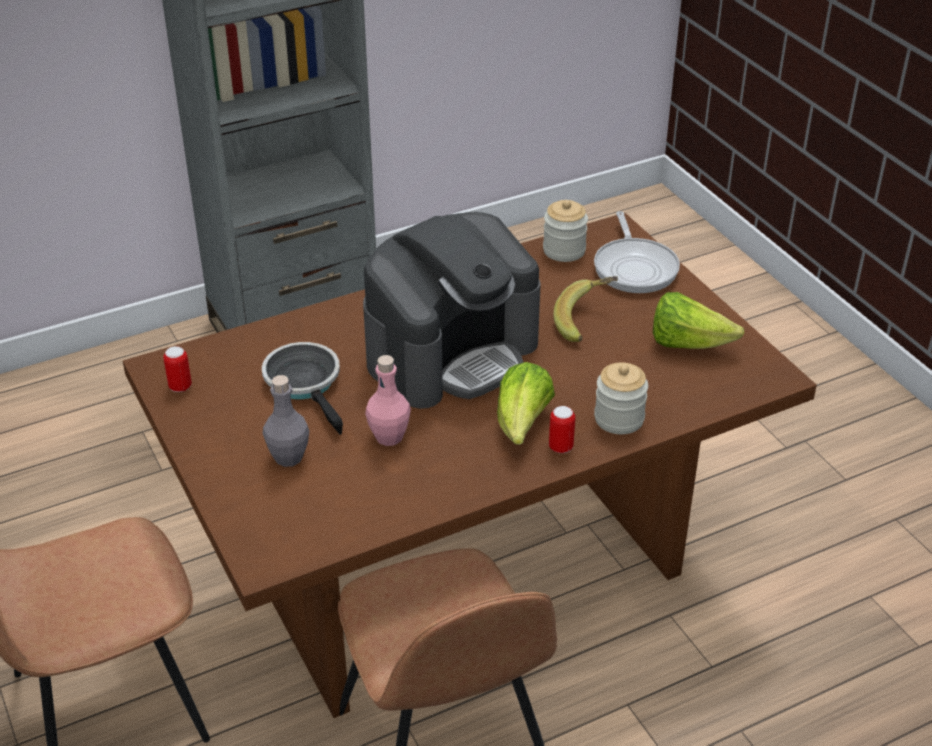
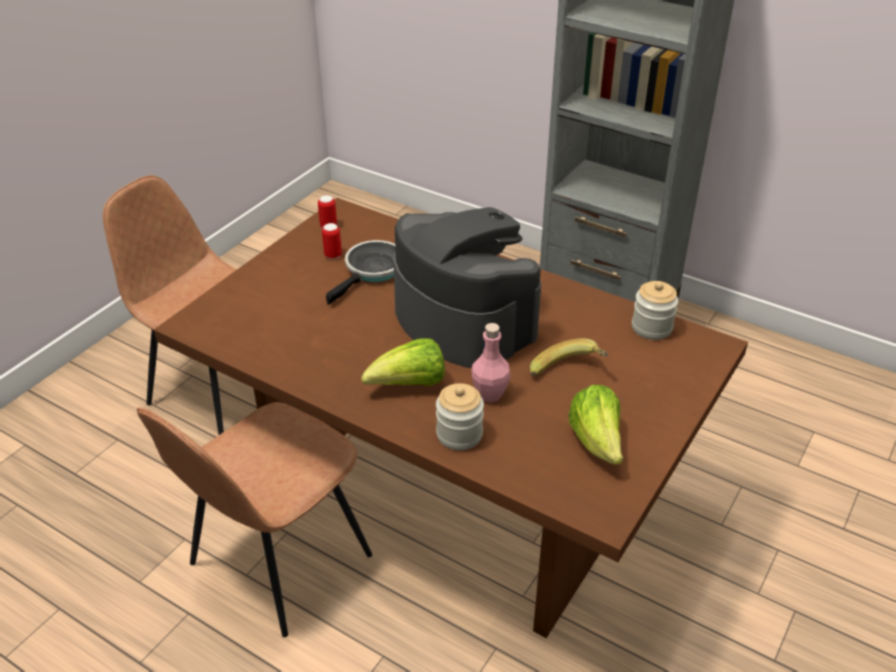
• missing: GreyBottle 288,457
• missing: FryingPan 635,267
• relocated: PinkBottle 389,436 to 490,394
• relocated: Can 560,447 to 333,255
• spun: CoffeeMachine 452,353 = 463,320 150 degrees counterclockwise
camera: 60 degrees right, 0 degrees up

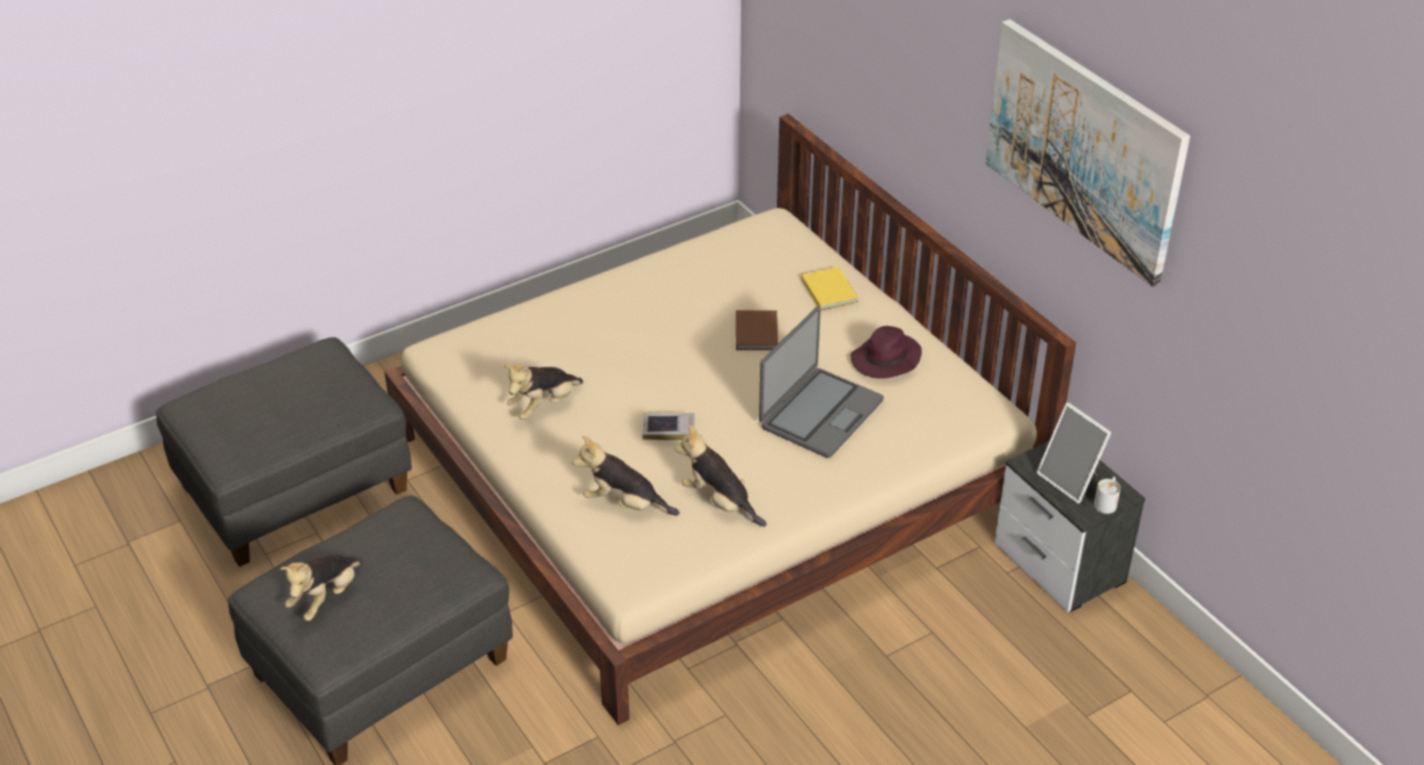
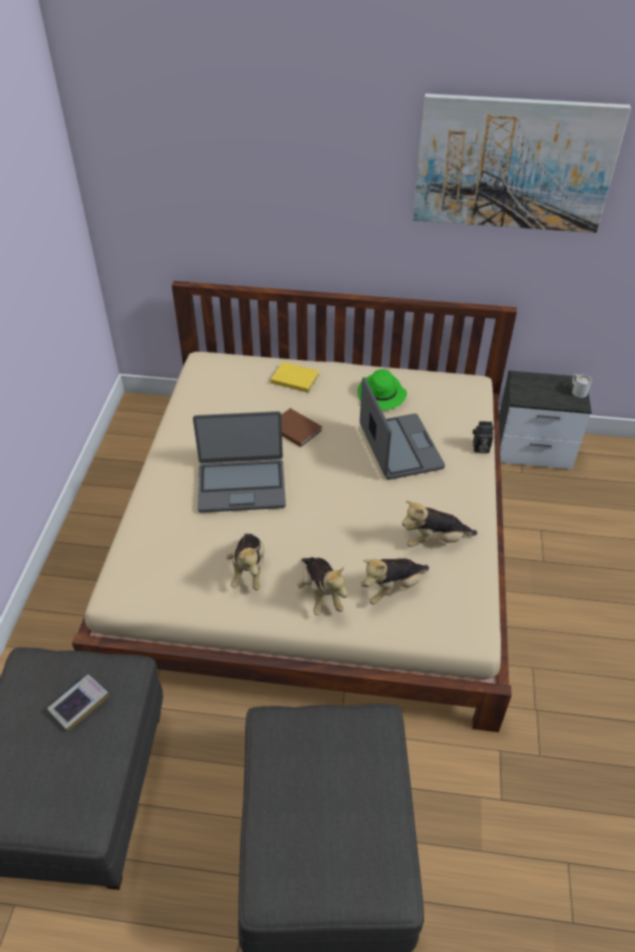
• missing: PictureFrame 1071,480
• appeared: Laptop 241,485
• appeared: PhotoCamera 480,448
• relocated: PlushToy 326,598 to 321,594
• relocated: Book 668,429 to 79,704
• colour: PurpleHat 885,361 to GreenHat 382,395
camera: 50 degrees left, 5 degrees up

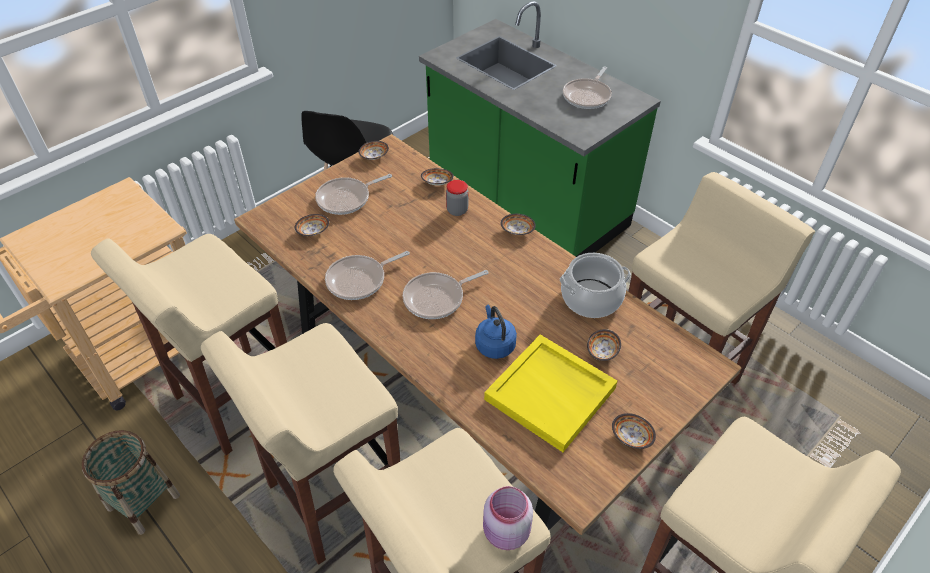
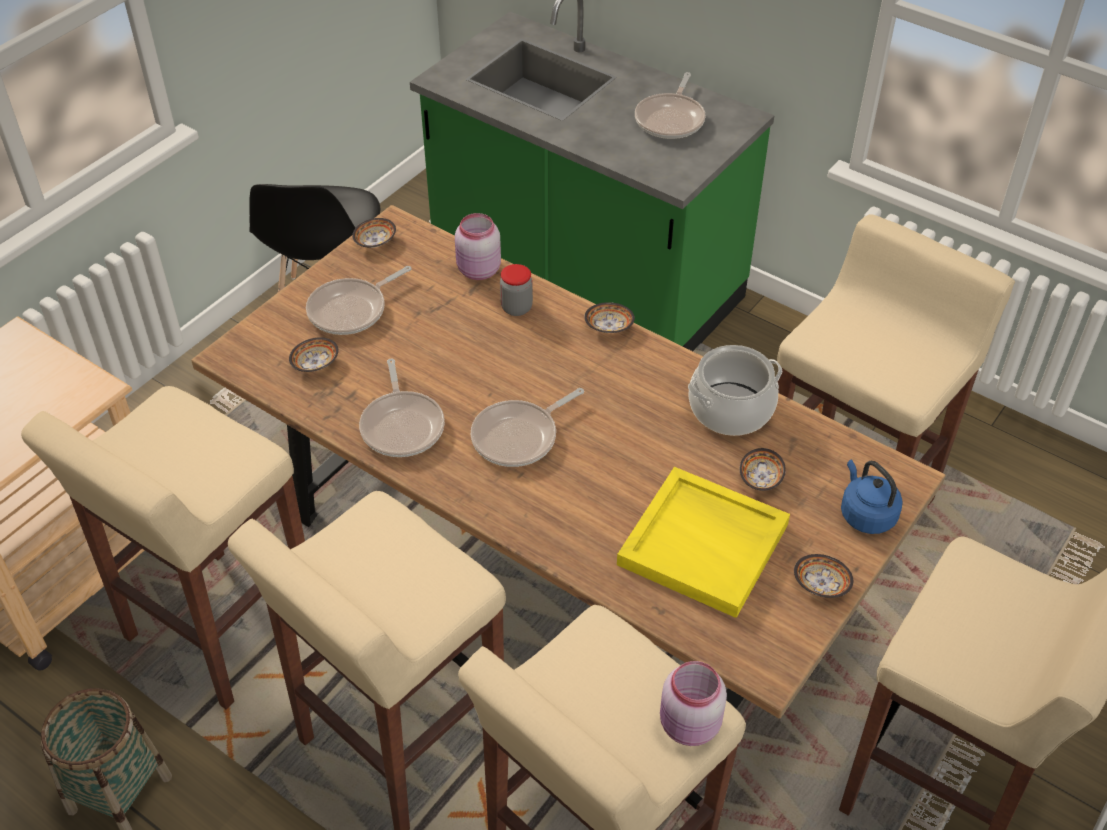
• relocated: BlueKettle 494,344 to 865,514
• exchanged: Bowl 437,183 to PinkJar 478,271
• spun: FryingPan 359,280 = 402,425 60 degrees counterclockwise
camera: 10 degrees left, 0 degrees up

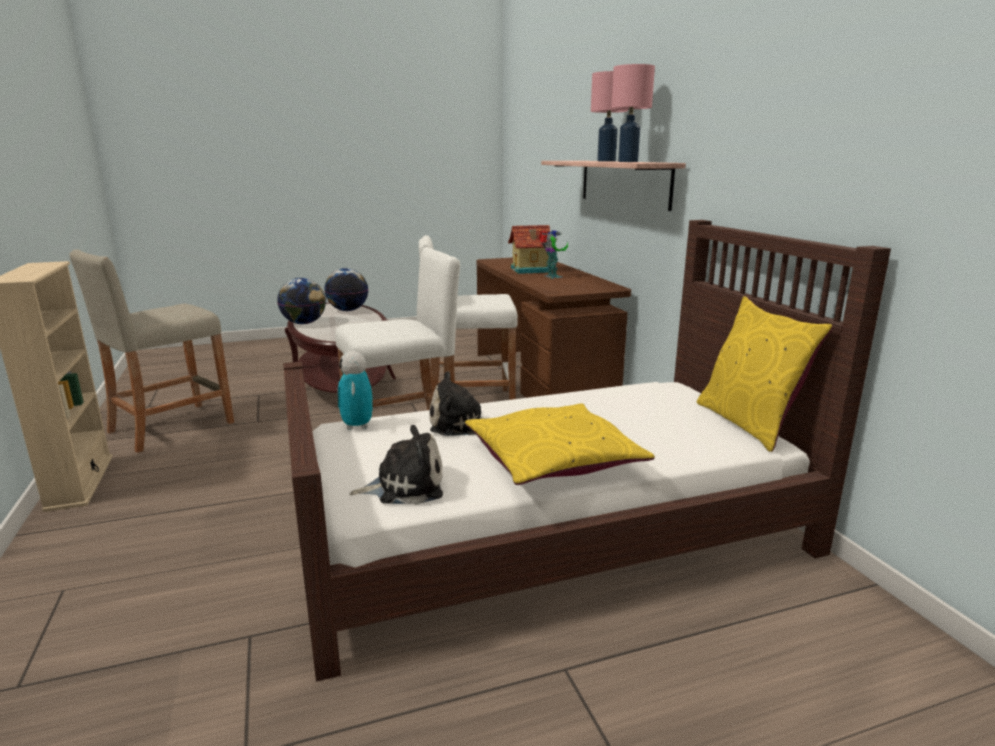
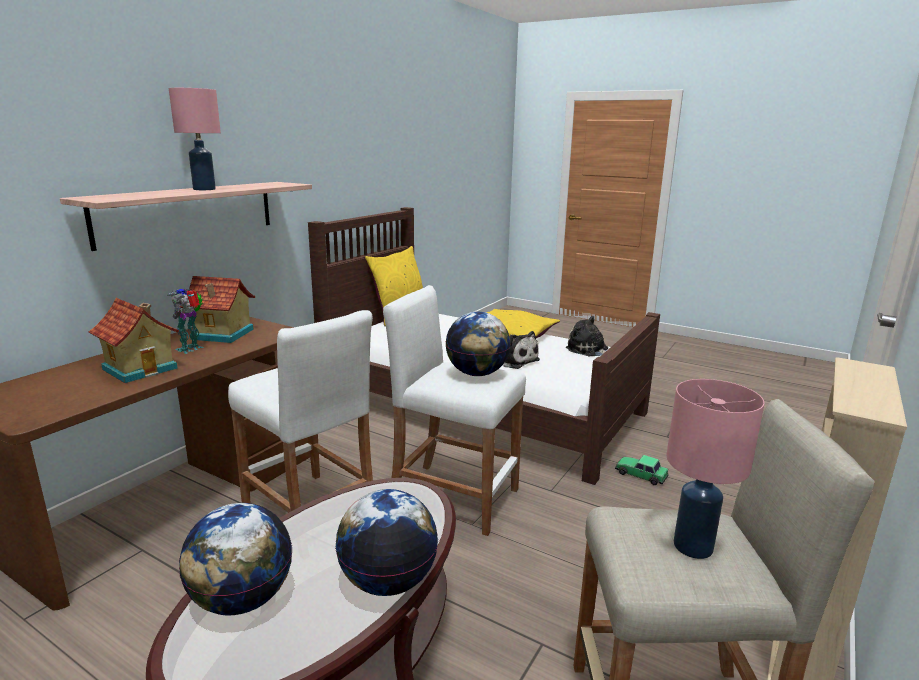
• missing: ToyRobot 357,426
• appeared: ToyHouse 222,334
• appeared: Globe 476,374
• appeared: ToyCar 640,475
• relocated: PinkTableLamp 627,162 to 692,547
camera: 130 degrees left, 0 degrees up

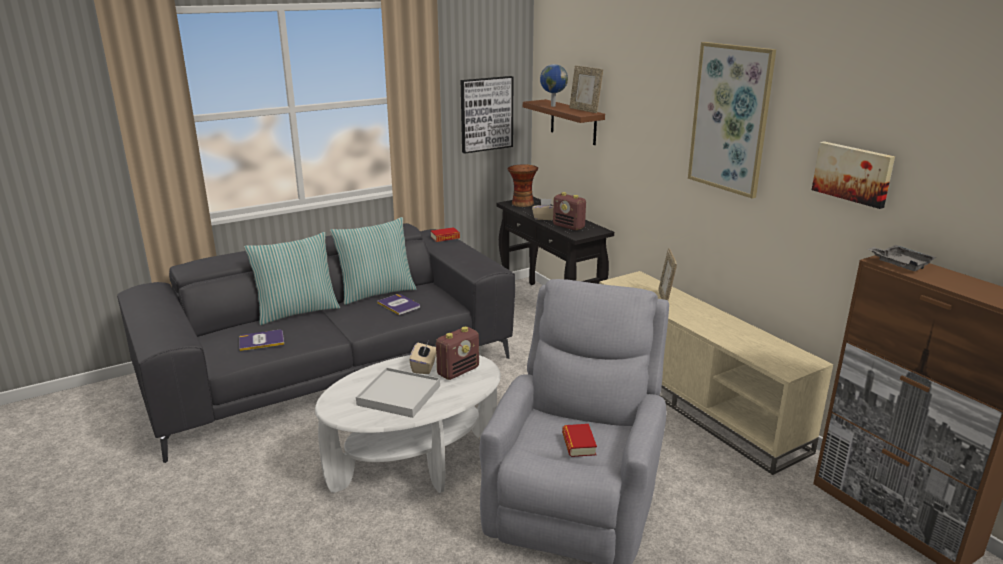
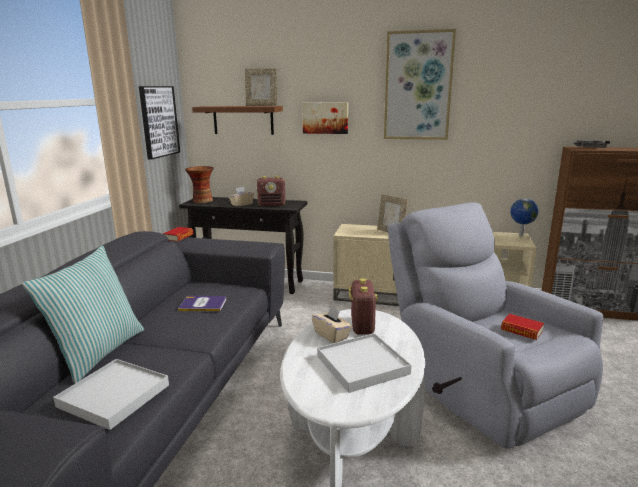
• missing: Pillow 376,292
• relocated: Globe 552,106 to 520,235
• relocated: Picture 853,173 to 325,118
• exchanged: Book 261,341 to WhiteTray 113,396
camera: 45 degrees left, 5 degrees down

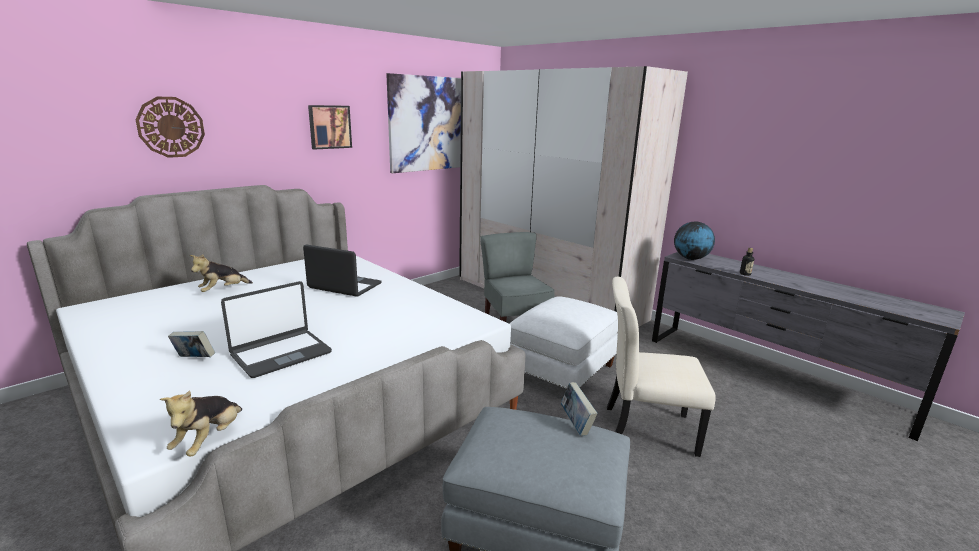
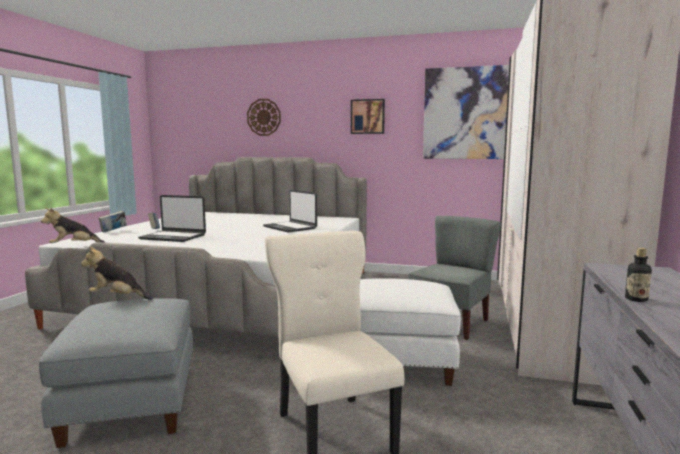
• missing: Globe 690,258
• relocated: PlushToy 223,290 to 118,298
• relocated: Book 576,424 to 113,231
• spun: Laptop 344,286 = 290,227 150 degrees clockwise
camera: 60 degrees right, 10 degrees down

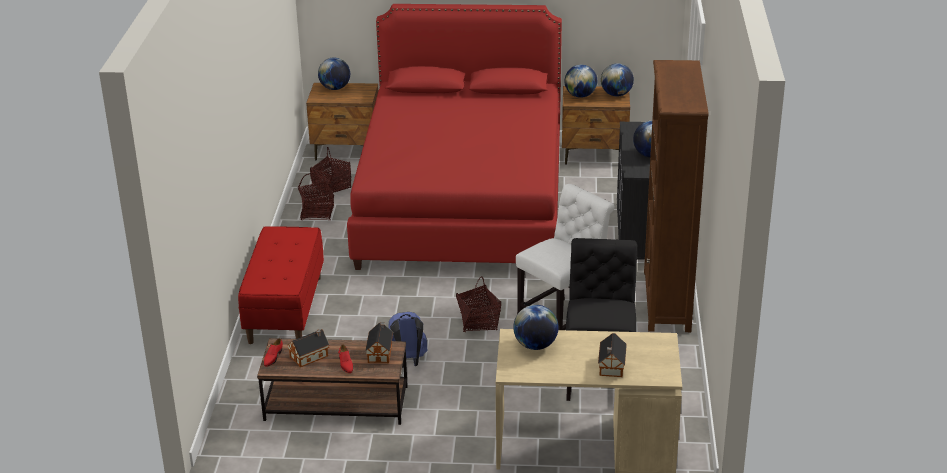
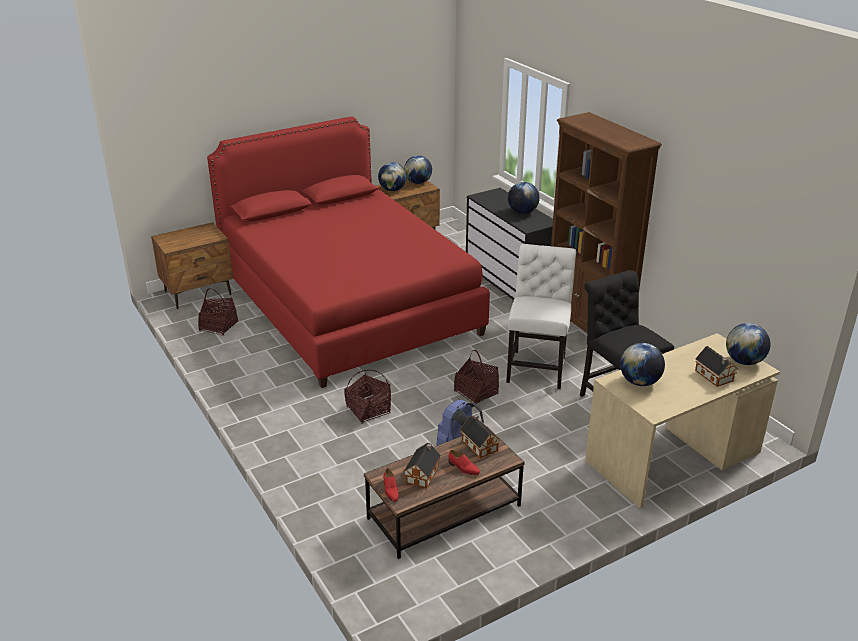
• missing: RedBench 285,309
• relocated: Basket 317,213 to 368,410
• relocated: Globe 335,88 to 744,361
camera: 35 degrees left, 0 degrees up

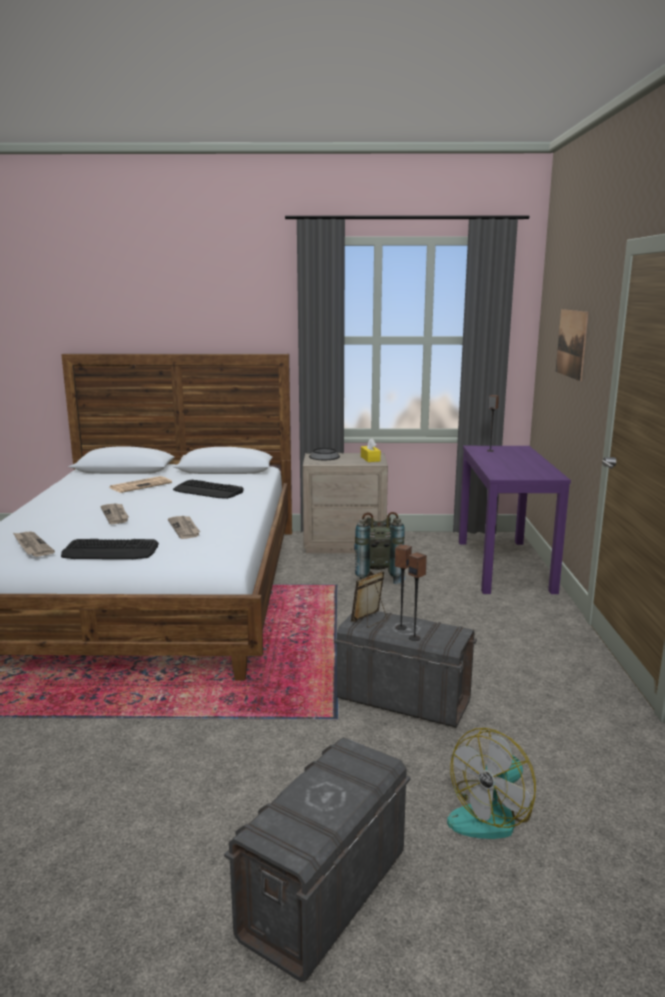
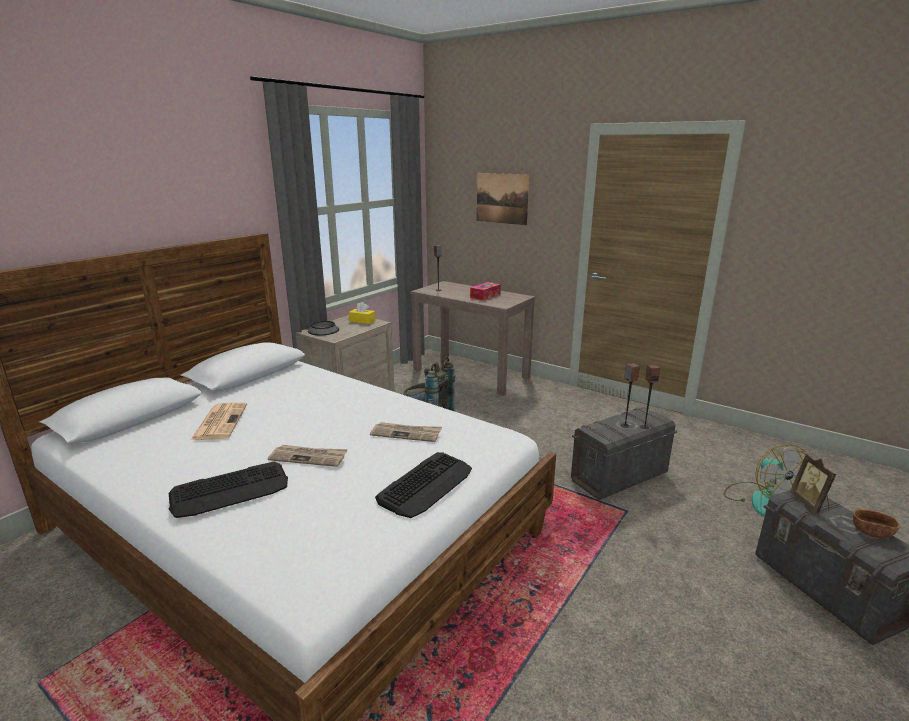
• missing: Newspaper 32,546
• appeared: TissueBox 485,295
• appeared: BrownBowl 871,532
• relocated: Keyboard 208,491 to 230,490
• relocated: PictureFrame 370,620 to 810,504
• colour: PurpleConsoleTable 504,565 to BrownConsoleTable 471,373
camera: 55 degrees left, 5 degrees up

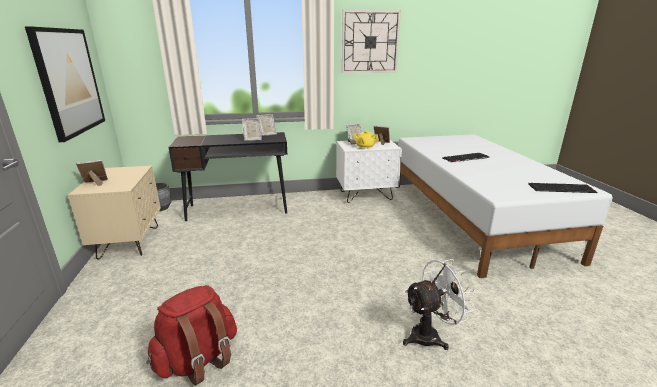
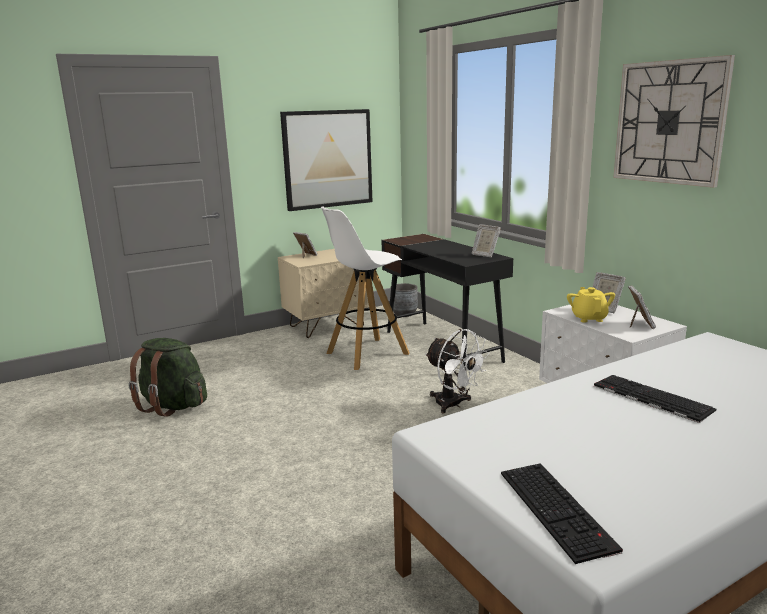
• missing: PictureFrame 252,139
• appeared: WhiteStool 366,353
• relocated: WhiteFan 431,335 to 453,405
• colour: RedBackpack 198,360 to GreenBackpack 172,406
camera: 70 degrees right, 5 degrees down

